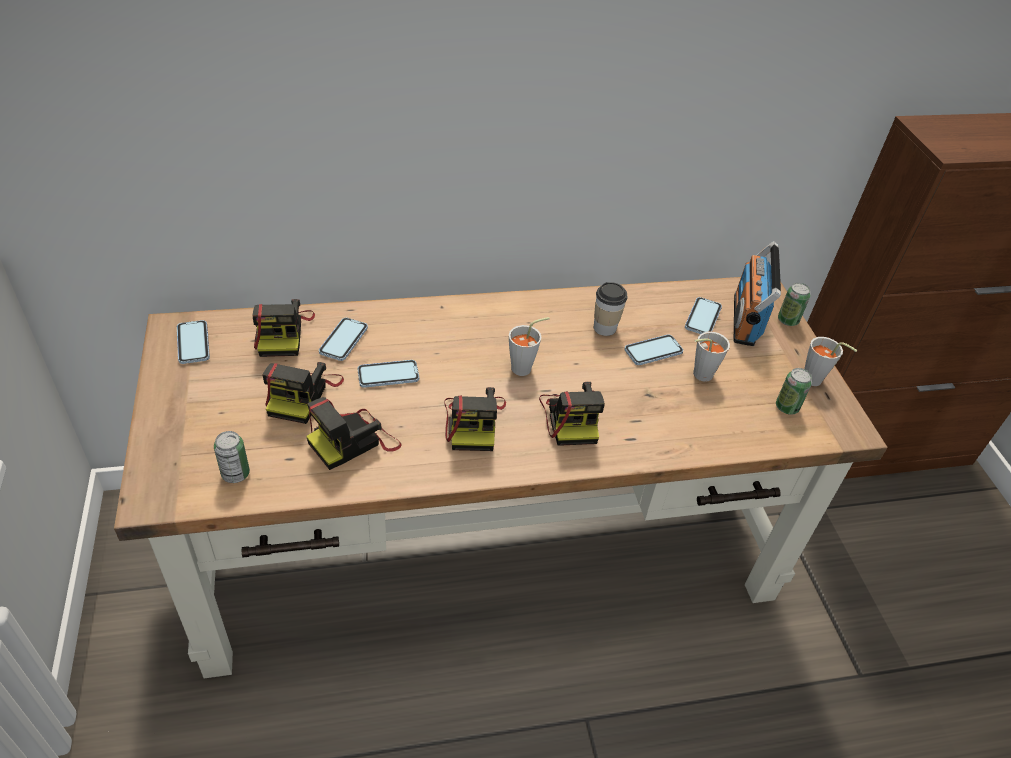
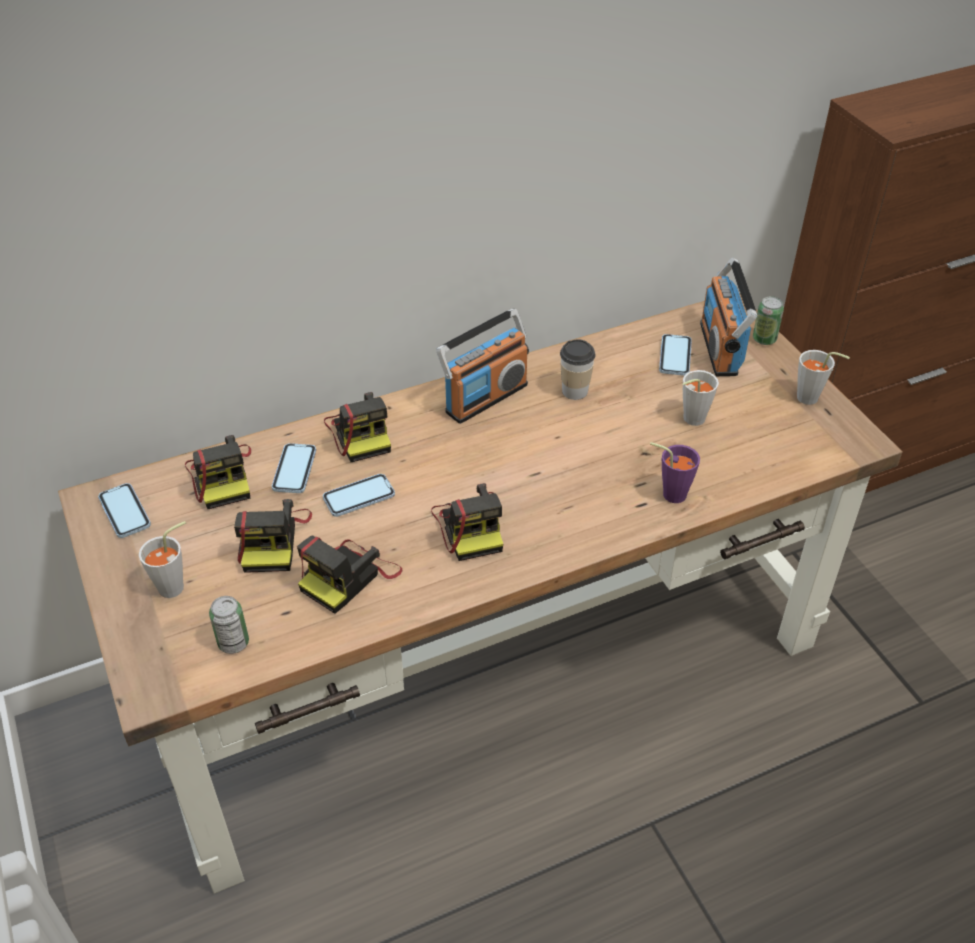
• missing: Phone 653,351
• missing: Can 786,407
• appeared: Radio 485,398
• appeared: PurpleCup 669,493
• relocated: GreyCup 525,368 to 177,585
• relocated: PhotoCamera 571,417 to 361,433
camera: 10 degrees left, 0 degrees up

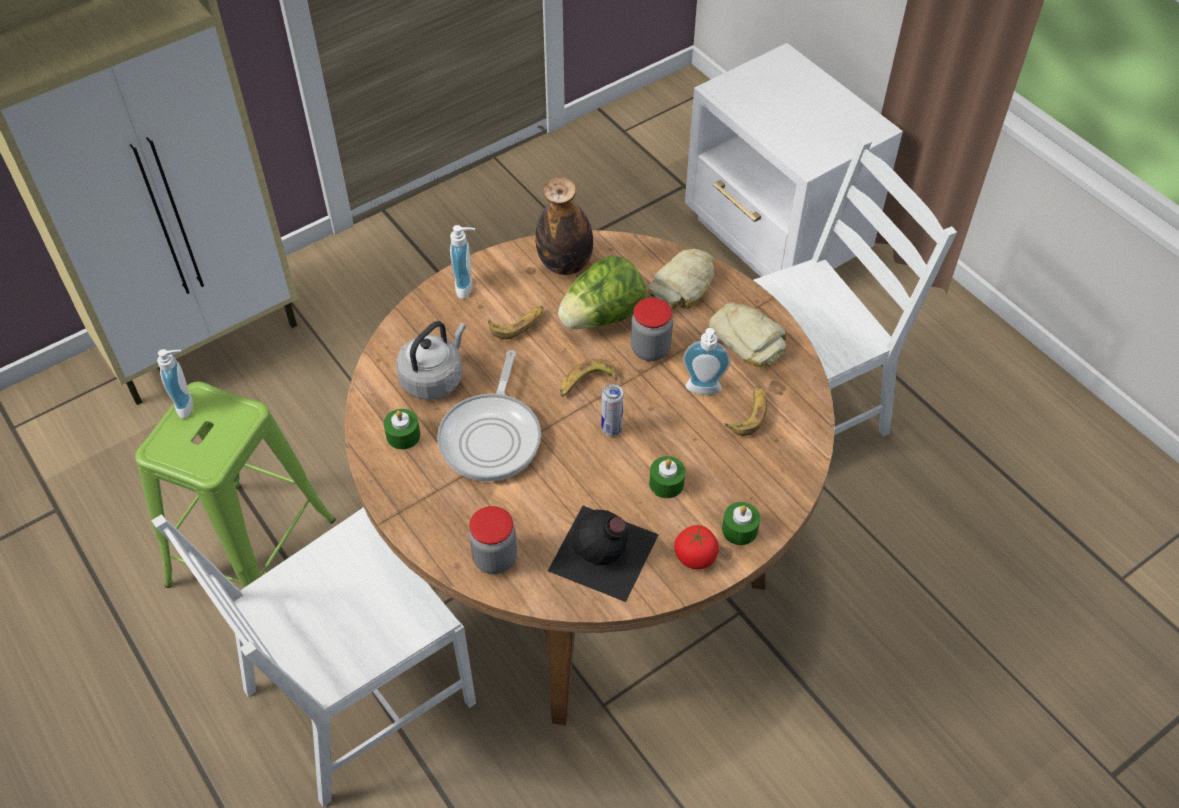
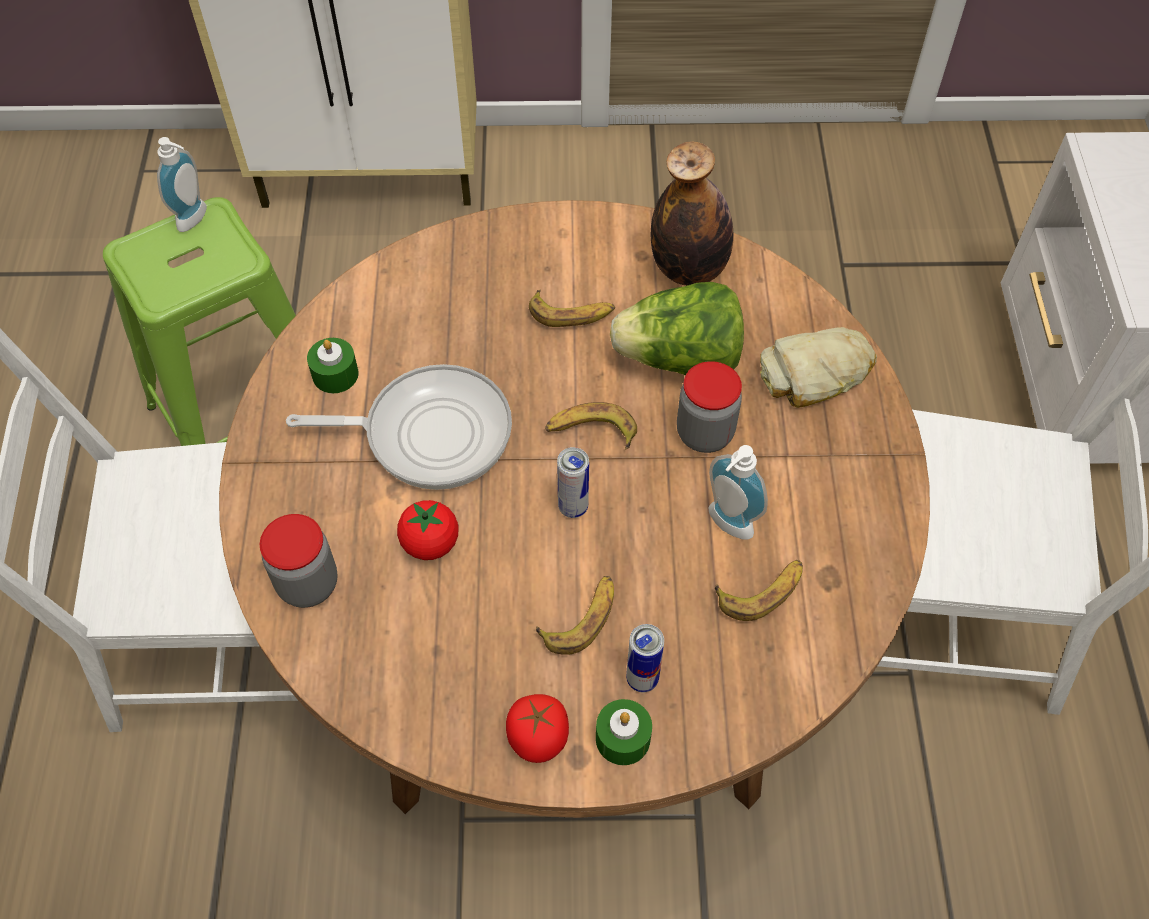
• missing: GreyKettle 434,378
• missing: SoapDispenser 468,286
• missing: BlackBottle 604,554
• missing: Bread 748,338
• appeared: Tomato 430,543
• appeared: Can 642,679
• exchanged: GreenCandle 666,483 to Banana 581,618
• spun: FryingPan 492,436 = 429,433 135 degrees counterclockwise
camera: 35 degrees right, 5 degrees up

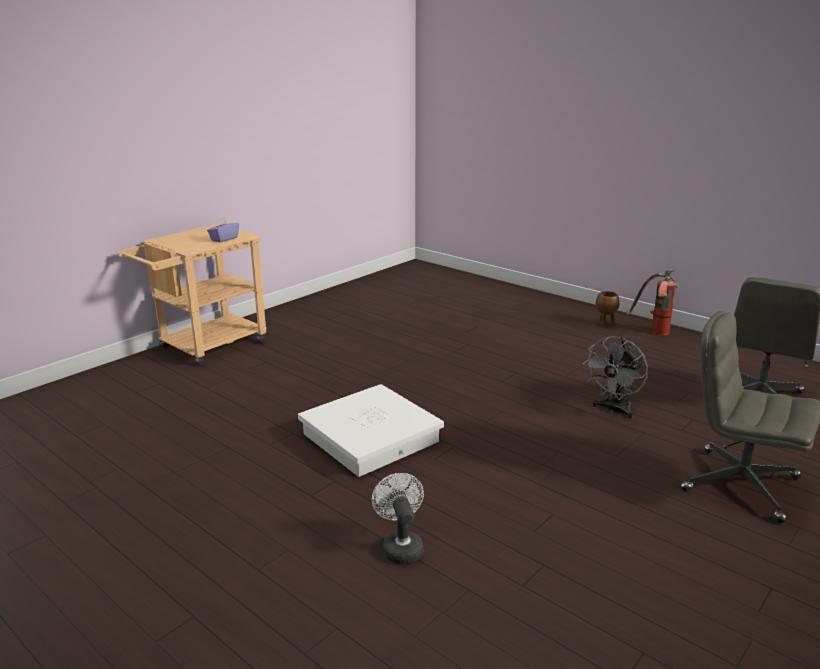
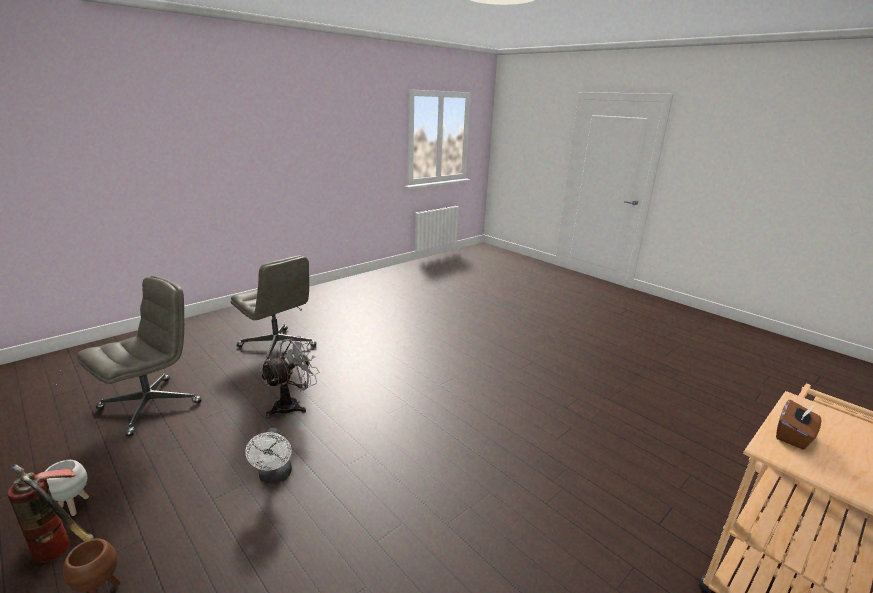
• missing: WhiteStorageBox 370,438
• appeared: WhitePlanter 74,506
• relocated: WhiteFan 400,546 to 274,477
• colour: PurpleTissueBox 224,239 to BrownTissueBox 793,436
camera: 175 degrees left, 0 degrees up

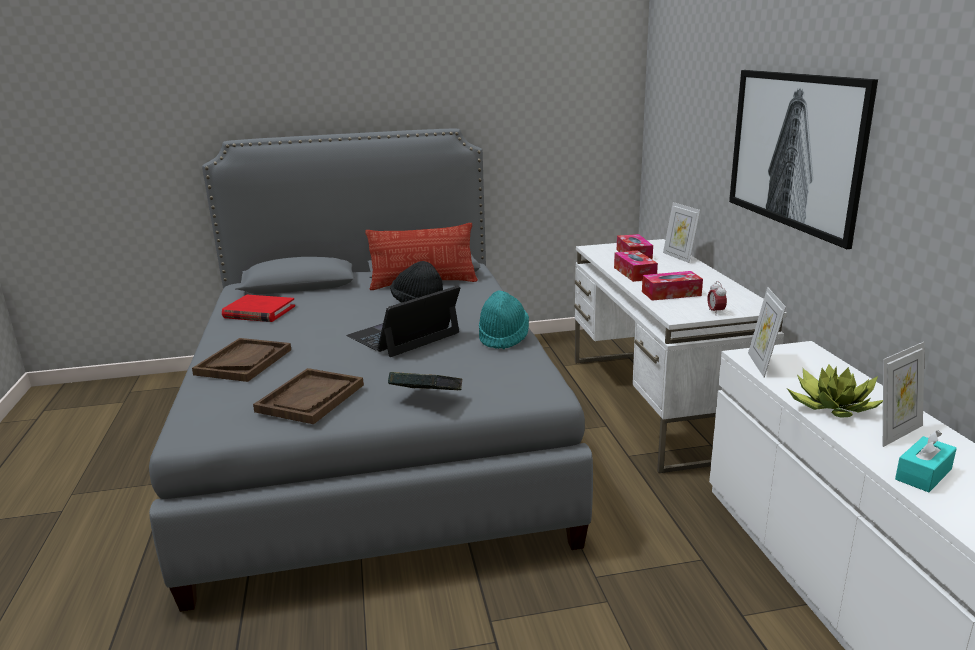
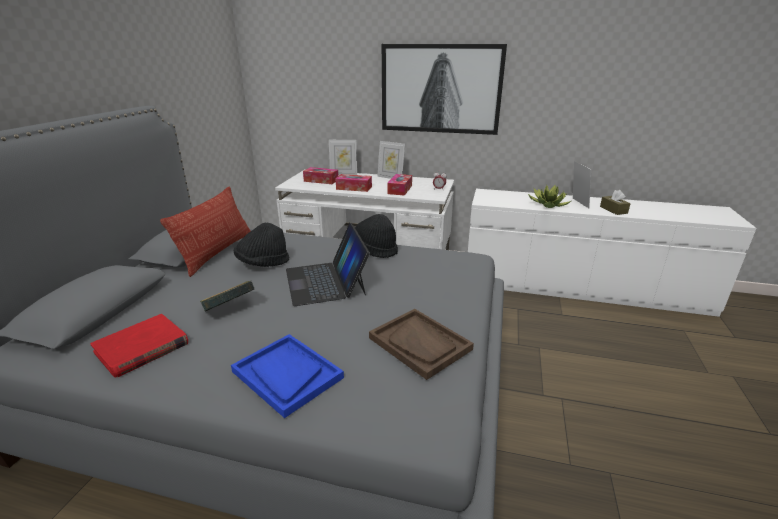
• relocated: Book 426,399 to 229,309
• relocated: PictureFrame 762,365 to 390,177
• colour: BrownTray 244,362 to BlueTray 287,375
• colour: TurquoiseHat 503,337 to BlackHat 374,250
• colour: TurquoiseTissueBox 923,474 to BrownTissueBox 613,210
camera: 65 degrees left, 5 degrees up

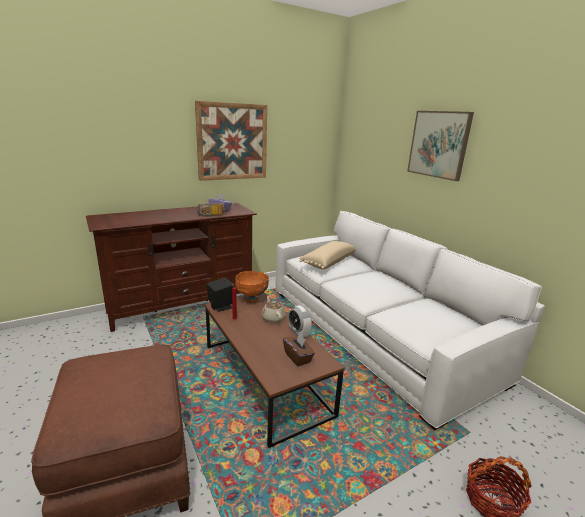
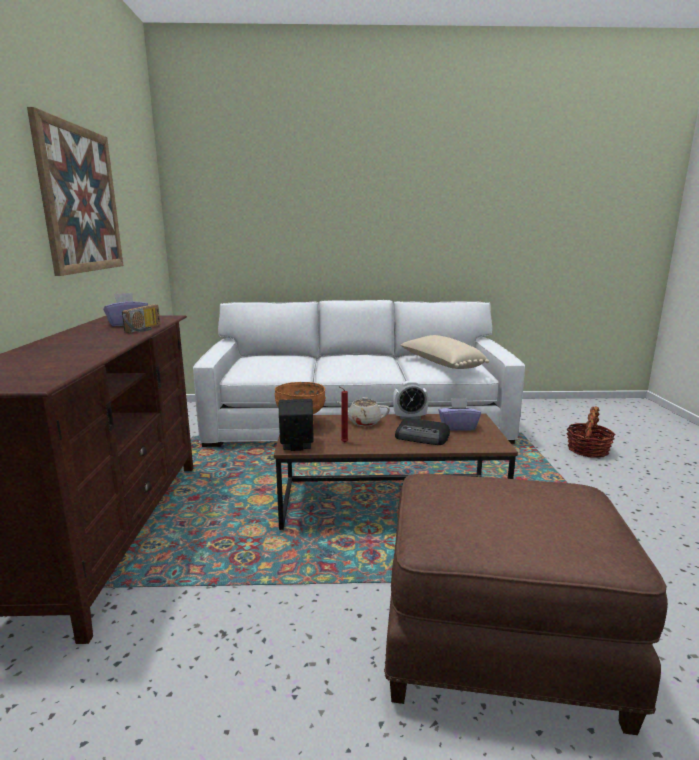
• missing: Picture 438,144
• appeared: Radio 422,437
• relocated: BeigePillow 327,262 to 441,364
• colour: BrownTissueBox 298,357 to PurpleTissueBox 458,427
camera: 60 degrees left, 5 degrees down

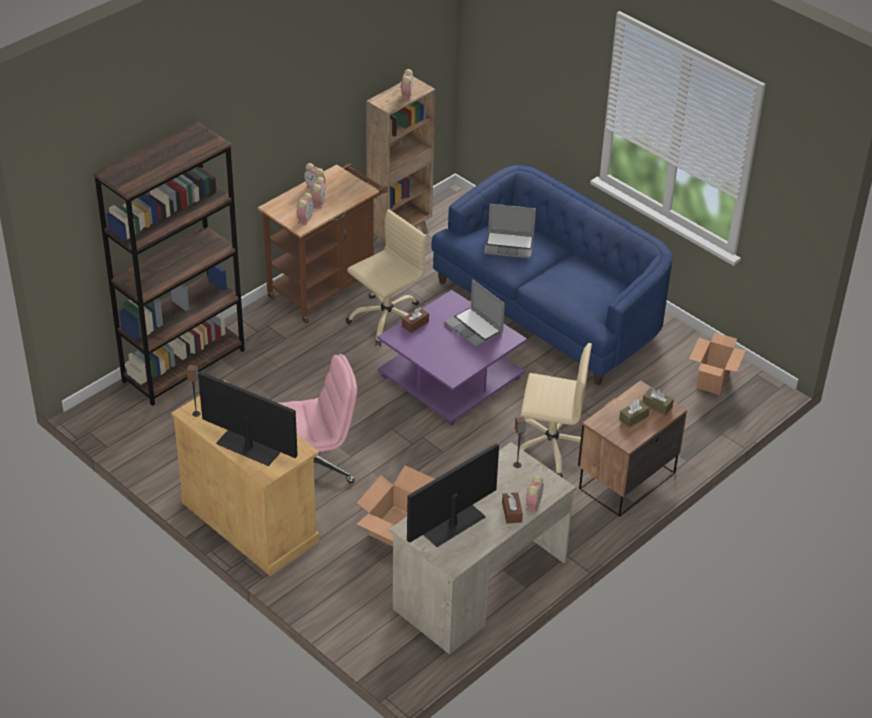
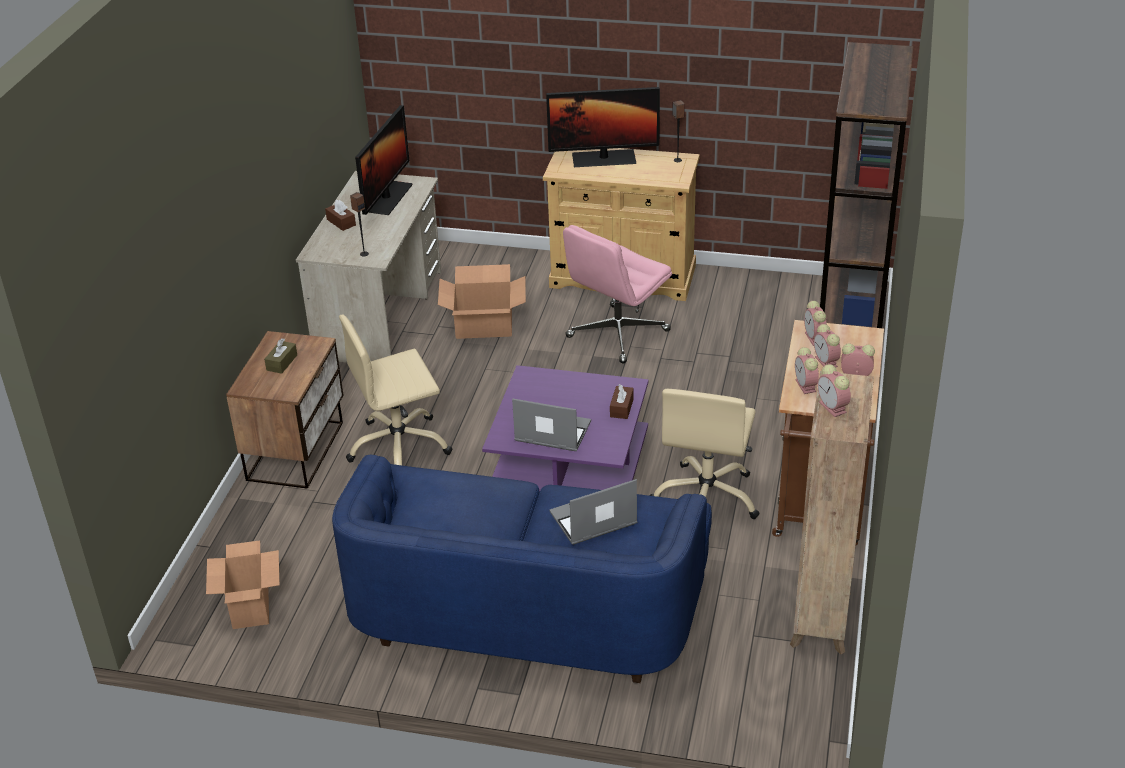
• missing: BrownTissueBox 657,405
• relocated: AlarmClock 533,503 to 806,386
camera: 150 degrees right, 5 degrees down

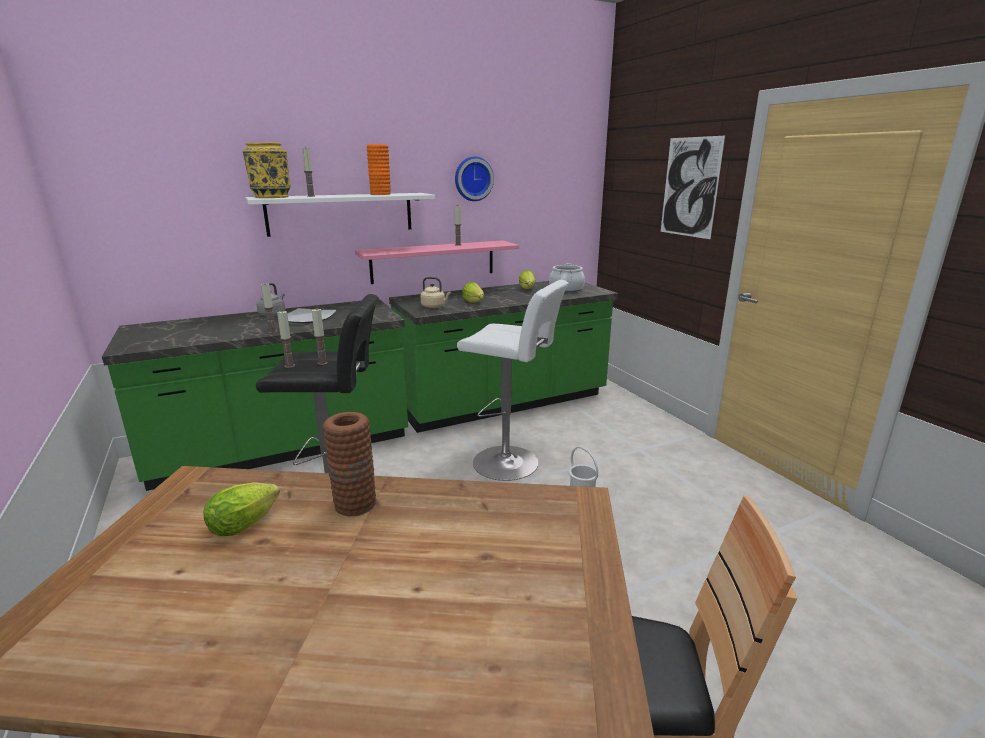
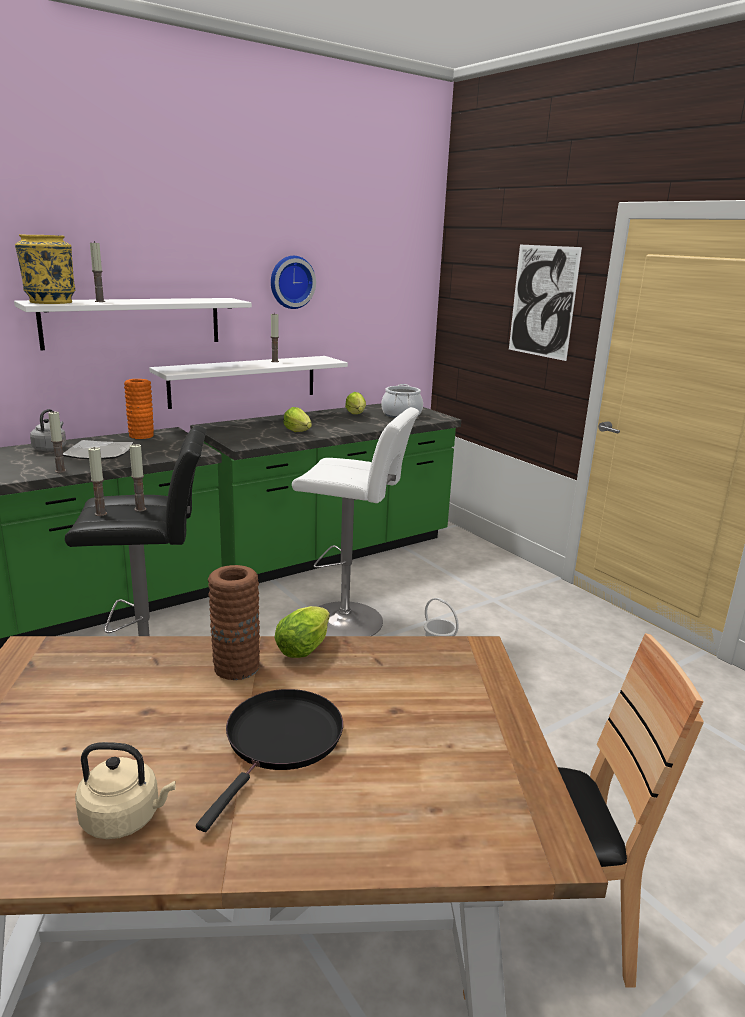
• appeared: BlackFryingPan 281,741
• relocated: Lettuce 247,523 to 305,647
• relocated: OrangeVase 380,194 to 141,435
• relocated: BeigeKettle 434,306 to 125,818
• colour: PinkShelf 433,261 to WhiteShelf 244,381
camera: 10 degrees left, 0 degrees up

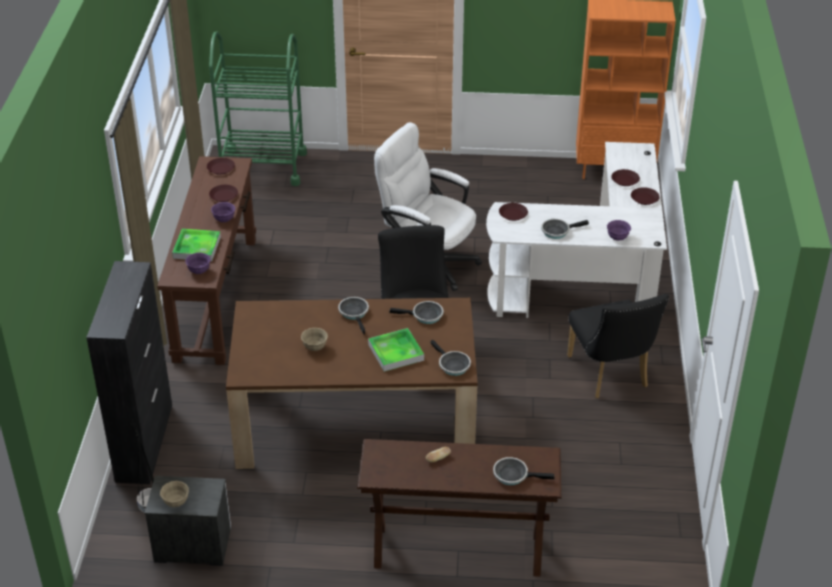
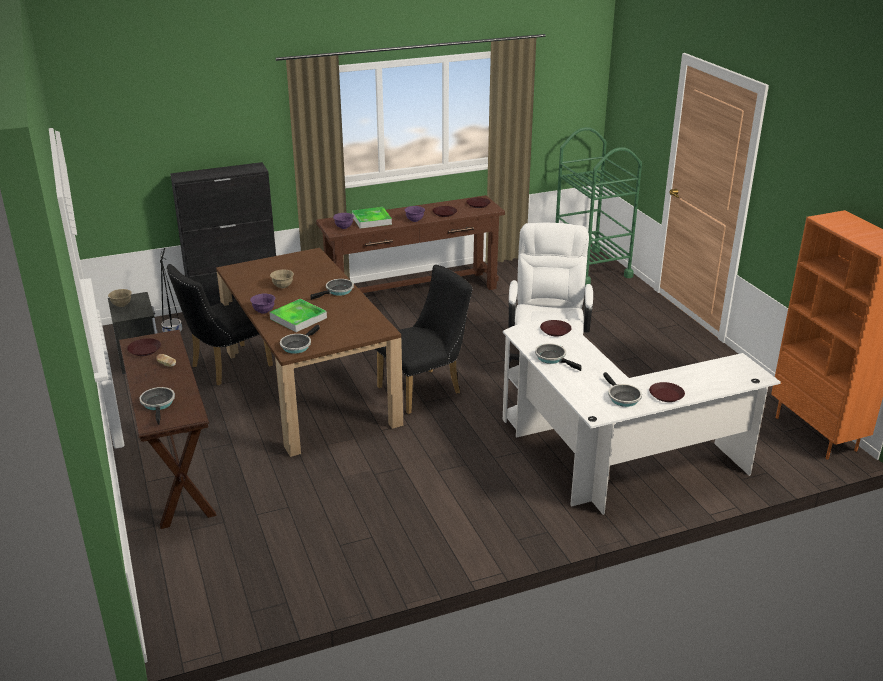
• relocated: FryingPan 424,316 to 622,397
• relocated: BlackChair 610,376 to 226,367
• relocated: PurpleBowl 617,238 to 264,311
• relocated: BrownPlate 624,180 to 144,350
camera: 65 degrees right, 10 degrees down

